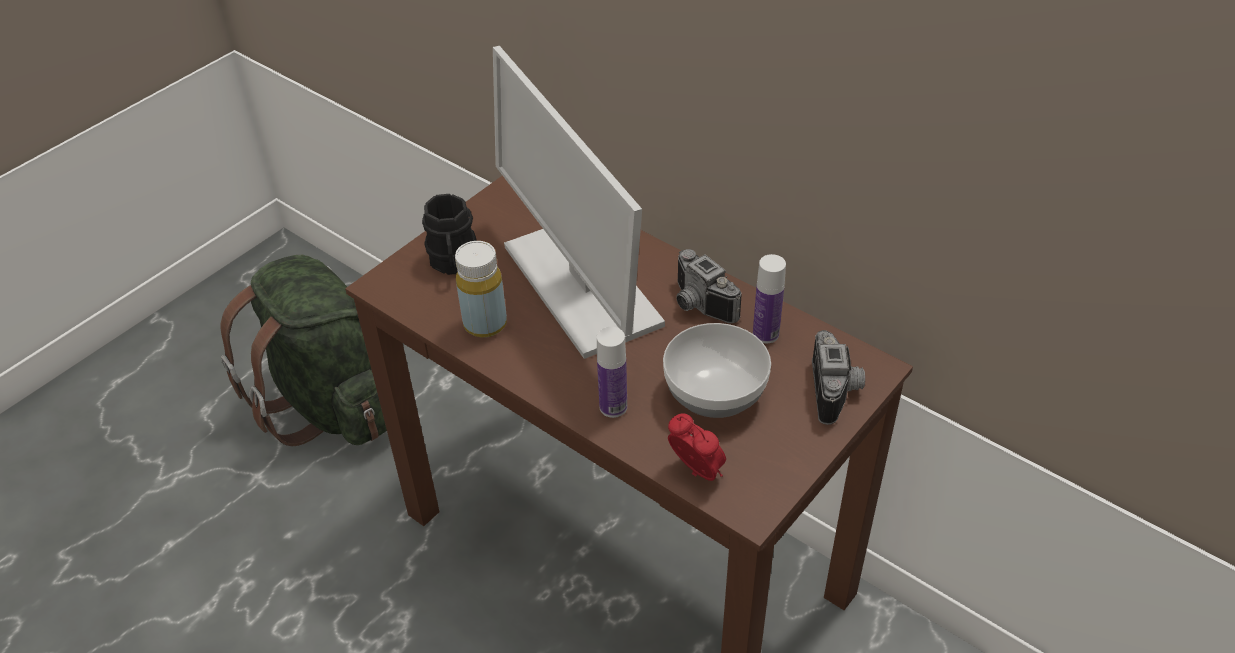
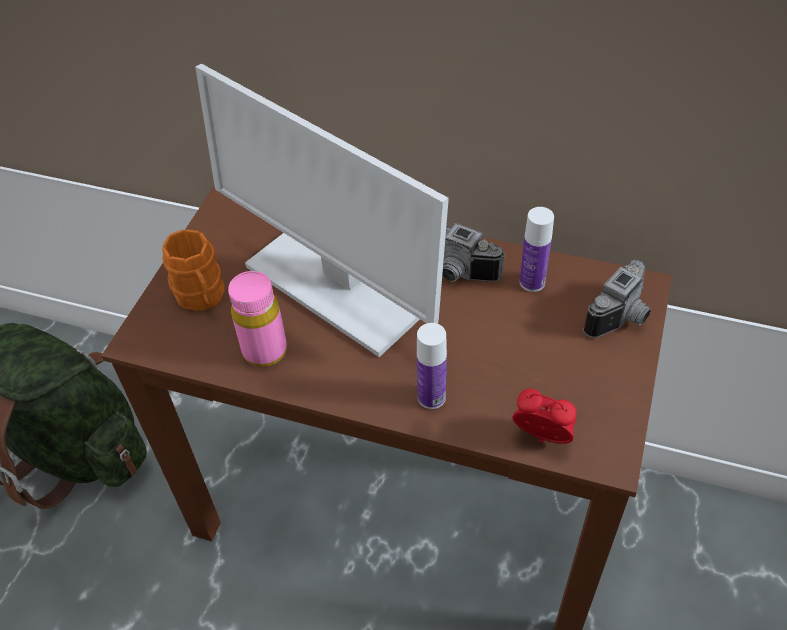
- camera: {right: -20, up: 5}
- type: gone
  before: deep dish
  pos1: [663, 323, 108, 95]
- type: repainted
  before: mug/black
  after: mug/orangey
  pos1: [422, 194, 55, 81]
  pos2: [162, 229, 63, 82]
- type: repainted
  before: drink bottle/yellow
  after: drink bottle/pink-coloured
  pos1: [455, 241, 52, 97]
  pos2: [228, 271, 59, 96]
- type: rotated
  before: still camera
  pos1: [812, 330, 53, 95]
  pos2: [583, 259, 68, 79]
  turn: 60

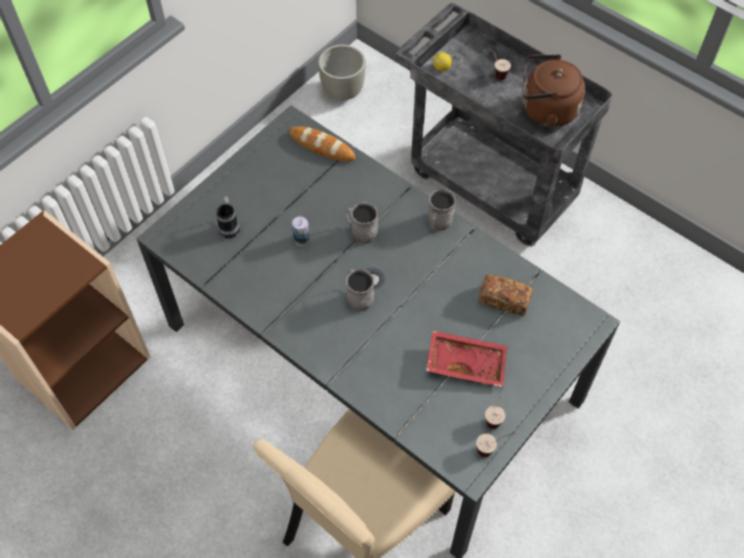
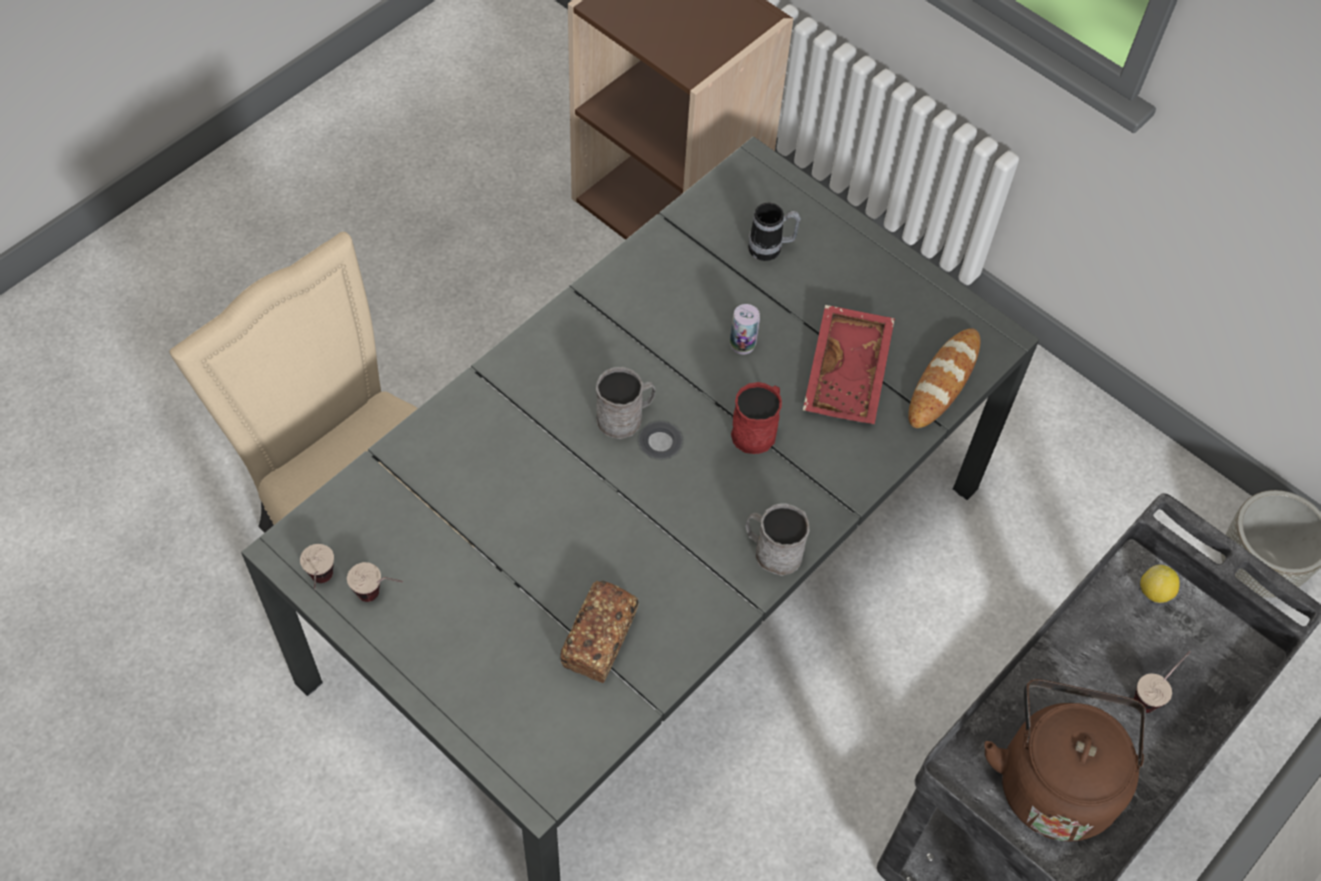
- camera: {right: 90, up: 0}
- type: shifted
  before: carrying tray/red-coloured
  pos1: [426, 331, 82, 56]
  pos2: [803, 305, 92, 119]
- type: repainted
  before: mug/grey
  after: mug/red-coloured
  pos1: [345, 202, 33, 42]
  pos2: [731, 382, 51, 72]

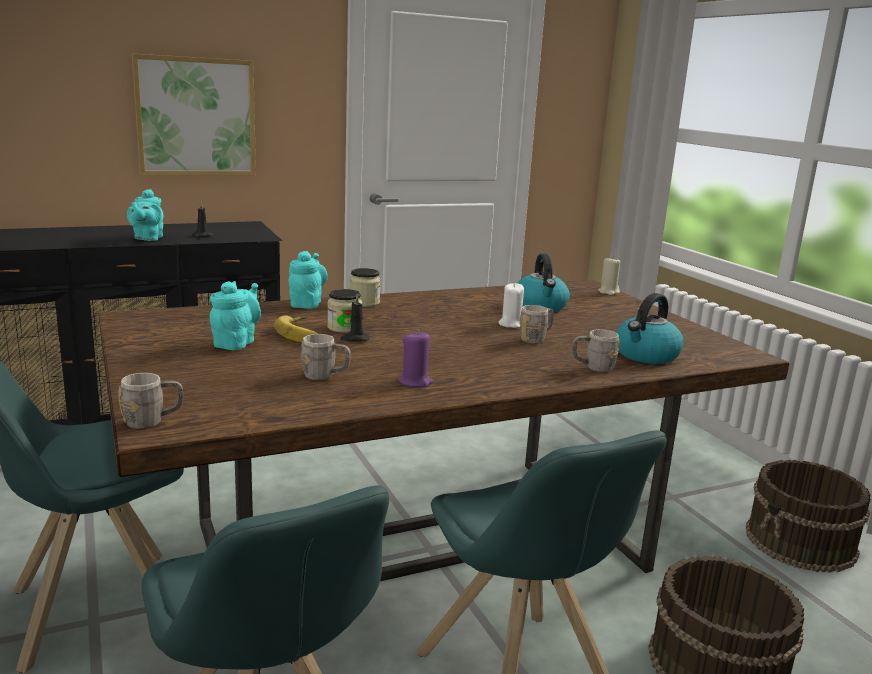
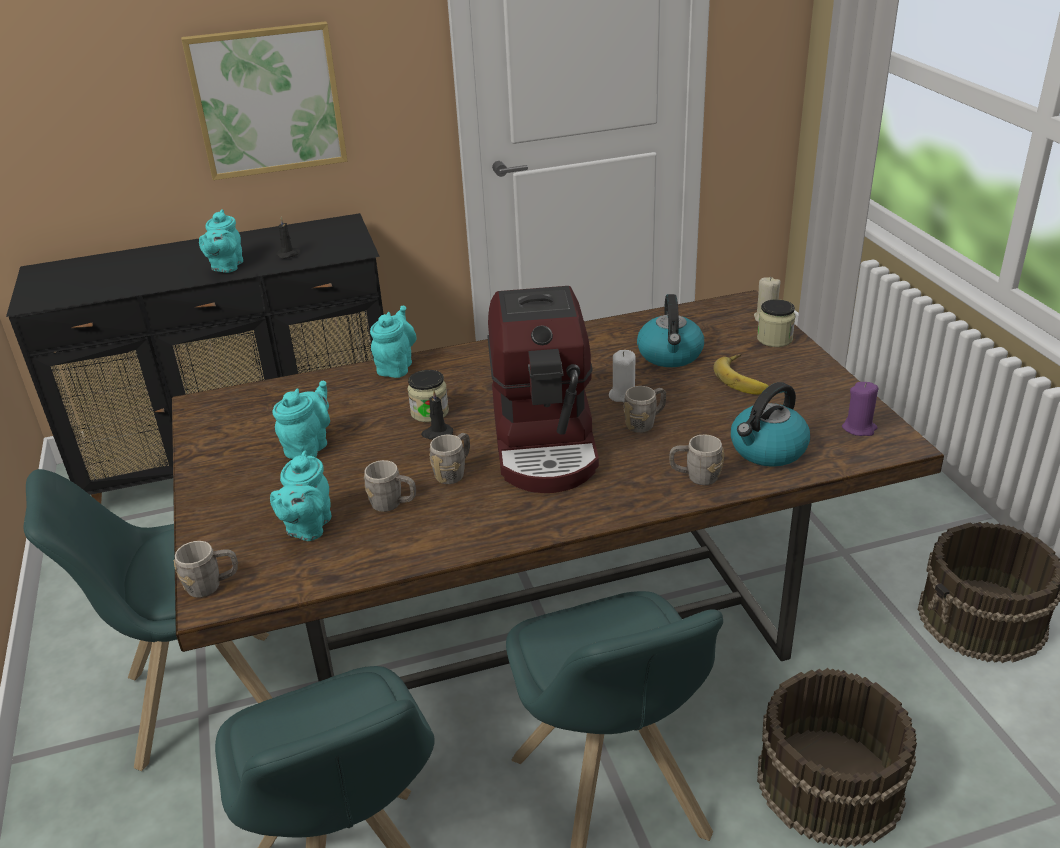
- camera: {right: 10, up: 15}
- type: new
  after: teapot/blue-green
  pos2: [270, 451, 62, 90]
- type: new
  after: mug/grey
  pos2: [430, 433, 40, 51]
- type: new
  after: coffee brewer
  pos2: [487, 286, 112, 207]
- type: shifted
  before: whole banana
  pos1: [274, 315, 44, 27]
  pos2: [714, 354, 55, 41]
- type: shifted
  before: preserve jar
  pos1: [350, 268, 31, 39]
  pos2: [757, 299, 38, 48]
- type: shifted
  before: wax light/purplish
  pos1: [398, 330, 35, 57]
  pos2: [842, 382, 36, 54]

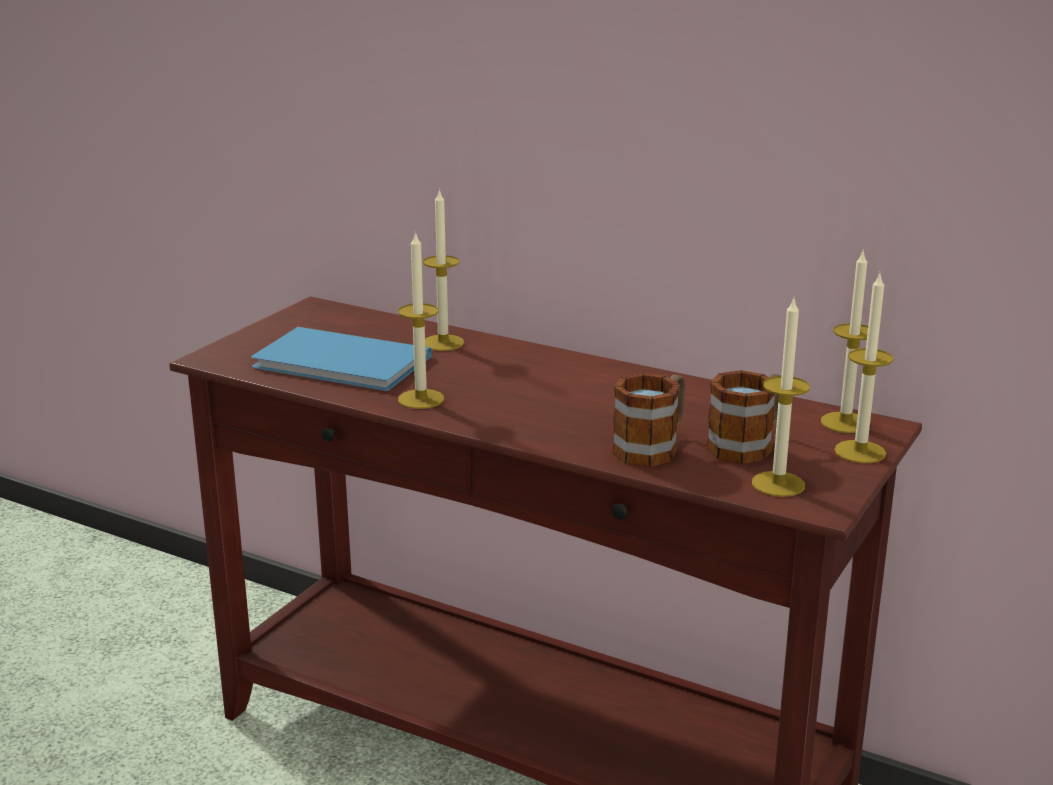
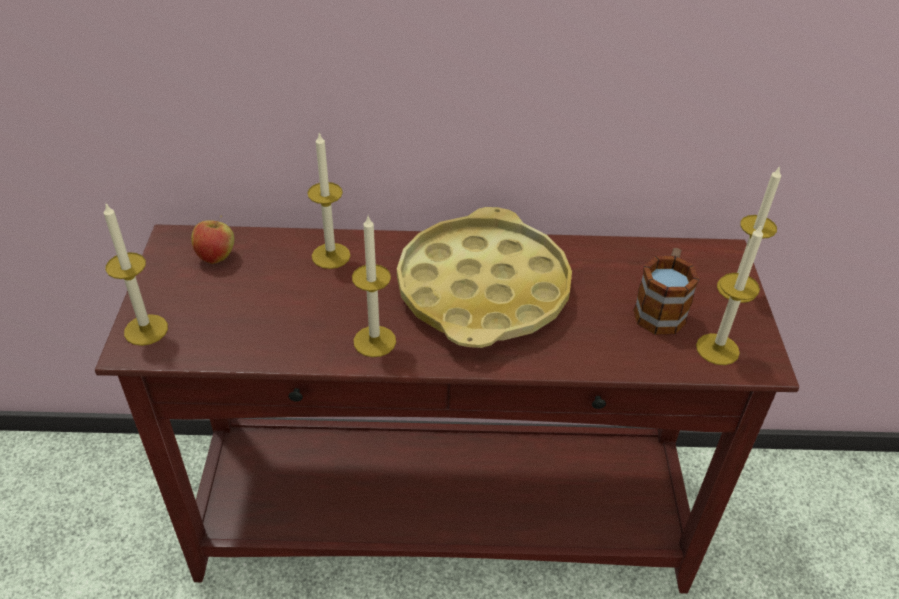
- camera: {right: -30, up: 20}
- type: gone
  before: volume/blue
  pos1: [251, 327, 181, 64]
- type: gone
  before: mug
  pos1: [612, 373, 73, 94]
- type: new
  after: whole apple
  pos2: [191, 216, 43, 48]
- type: new
  after: carrying tray/yellow
  pos2: [397, 207, 175, 141]
- type: shifted
  before: wax light
  pos1: [821, 249, 47, 184]
  pos2: [104, 204, 64, 142]

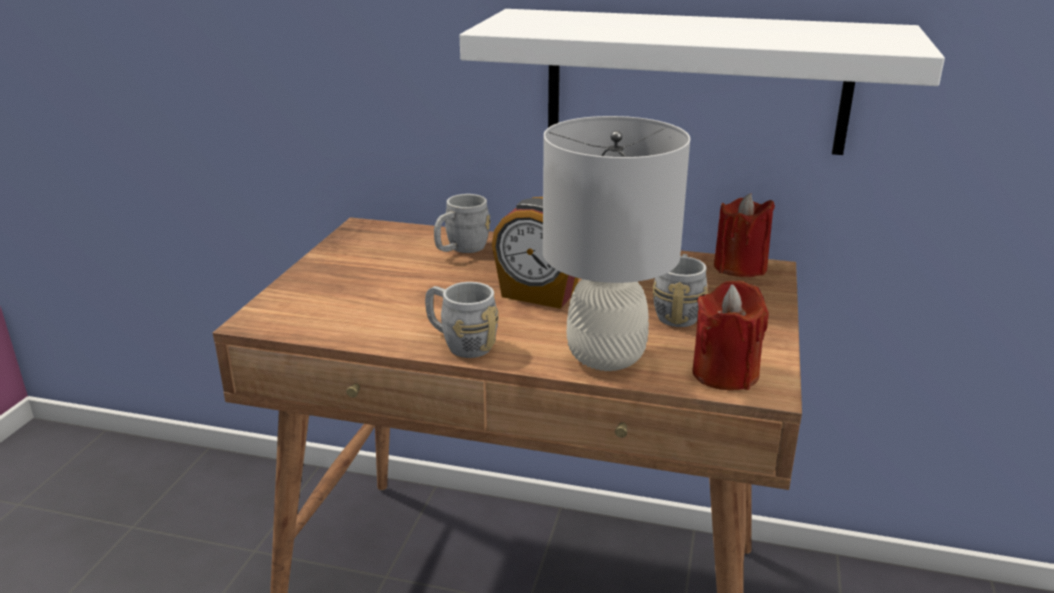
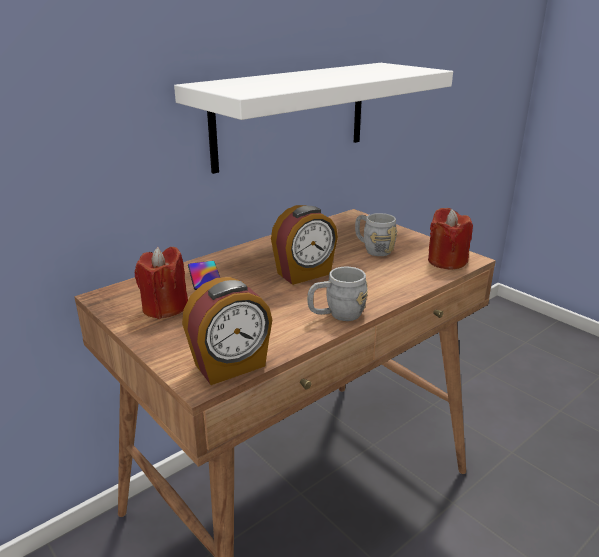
- camera: {right: -55, up: 0}
- type: gone
  before: table lamp/grey
  pos1: [543, 116, 147, 255]
- type: new
  after: alarm clock
  pos2: [182, 277, 90, 108]
- type: shifted
  before: wax light/red-coloured
  pos1: [714, 193, 61, 84]
  pos2: [135, 247, 53, 72]
- type: swapped
  before: mug/grey
  after: telephone
  pos1: [434, 194, 56, 59]
  pos2: [188, 261, 32, 29]

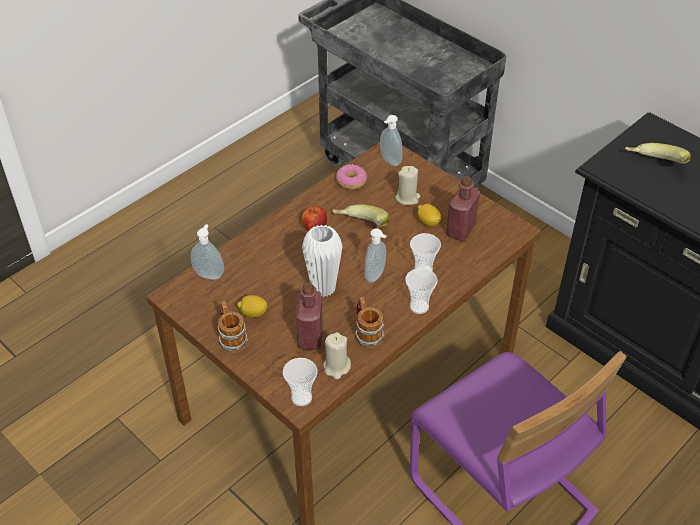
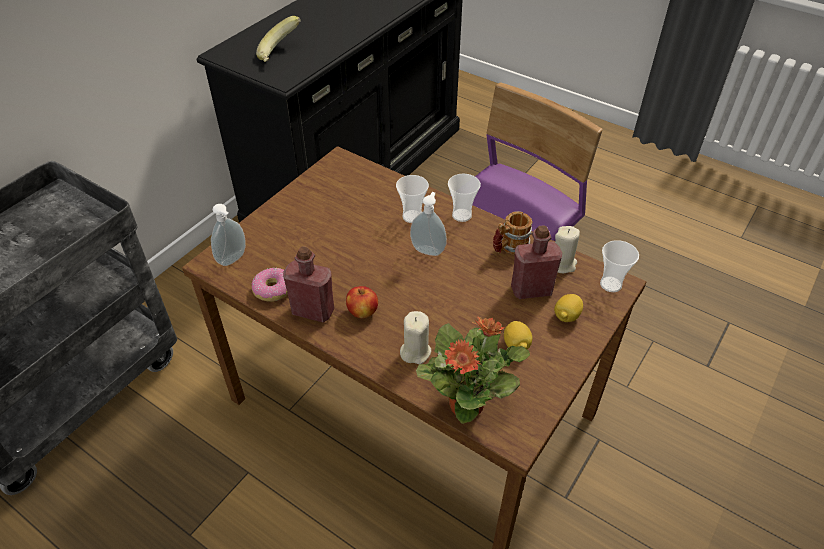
- camera: {right: -100, up: 0}
- type: gone
  before: mug
  pos1: [217, 301, 31, 52]
- type: gone
  before: flower vase/white
  pos1: [302, 225, 41, 72]
- type: gone
  before: whole banana
  pos1: [332, 204, 57, 23]
- type: shifted
  before: wax light/beige-coloured
  pos1: [395, 166, 25, 39]
  pos2: [400, 311, 31, 53]
- type: shifted
  before: citrus fruit
  pos1: [417, 204, 24, 22]
  pos2: [554, 294, 29, 28]
- type: shifted
  before: drink bottle/red-coloured
  pos1: [446, 176, 34, 65]
  pos2: [283, 246, 51, 77]
- type: swapped
  before: soap bottle
  after: houseplant
  pos1: [191, 224, 33, 56]
  pos2: [416, 317, 114, 107]

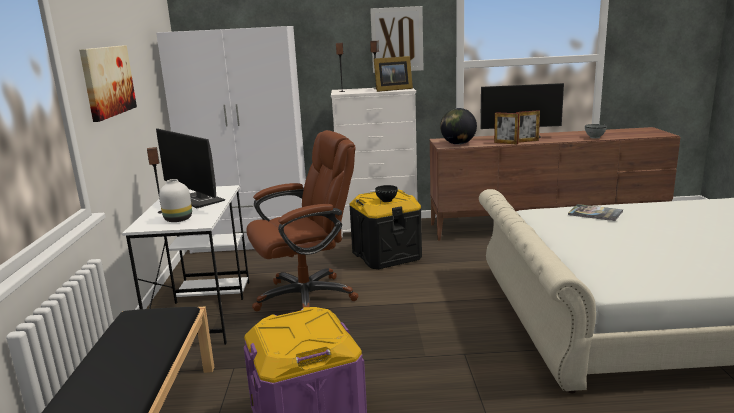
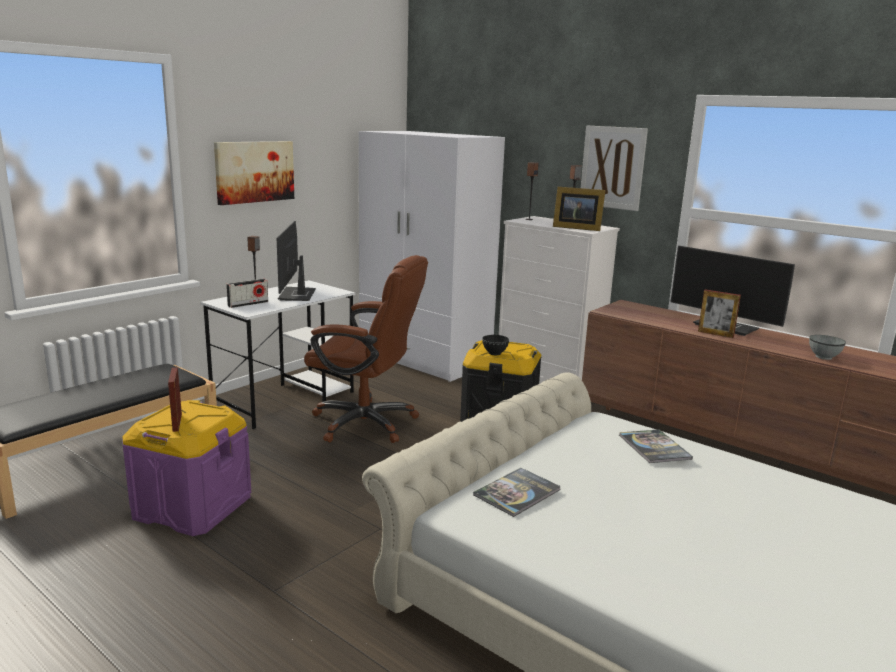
- camera: {right: 40, up: 0}
- type: gone
  before: desk globe
  pos1: [440, 108, 37, 37]
- type: new
  after: volume
  pos2: [473, 468, 88, 49]
- type: shifted
  before: standing frame
  pos1: [494, 112, 25, 33]
  pos2: [168, 367, 14, 65]
- type: swapped
  before: flower vase/white
  after: radio receiver
  pos1: [159, 179, 33, 43]
  pos2: [226, 279, 42, 29]

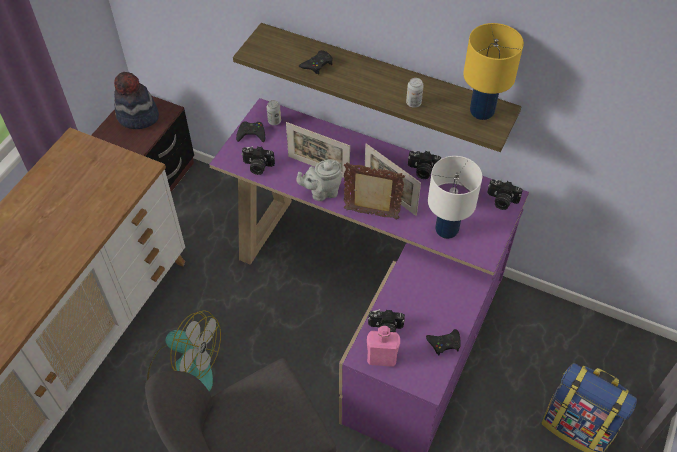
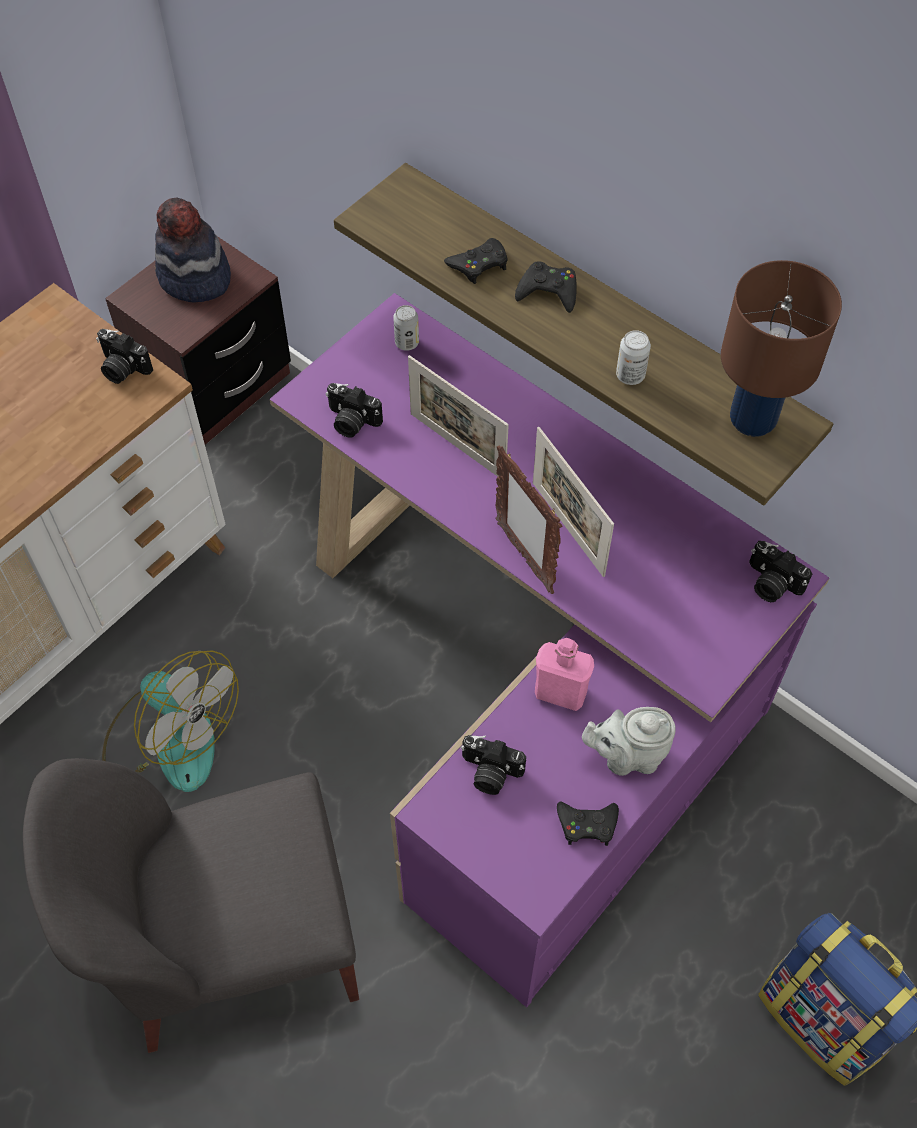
- camera: {right: 15, up: 5}
- type: gone
  before: table lamp/white
  pos1: [428, 156, 54, 83]
- type: shifted
  before: gamepad/black
  pos1: [236, 121, 29, 21]
  pos2: [515, 262, 62, 51]
- type: shifted
  before: teapot/grey
  pos1: [296, 159, 46, 42]
  pos2: [582, 707, 94, 69]
- type: shifted
  before: drink bottle/pink-coloured
  pos1: [367, 326, 33, 41]
  pos2: [535, 638, 59, 73]
- type: shifted
  before: still camera
  pos1: [408, 150, 33, 29]
  pos2: [96, 329, 57, 55]
- type: repainted
  before: table lamp/yellow
  after: table lamp/brown
  pos1: [463, 23, 61, 97]
  pos2: [721, 260, 121, 177]
- type: rotated
  before: standing frame
  pos1: [344, 162, 61, 58]
  pos2: [495, 445, 67, 149]
  turn: -150

